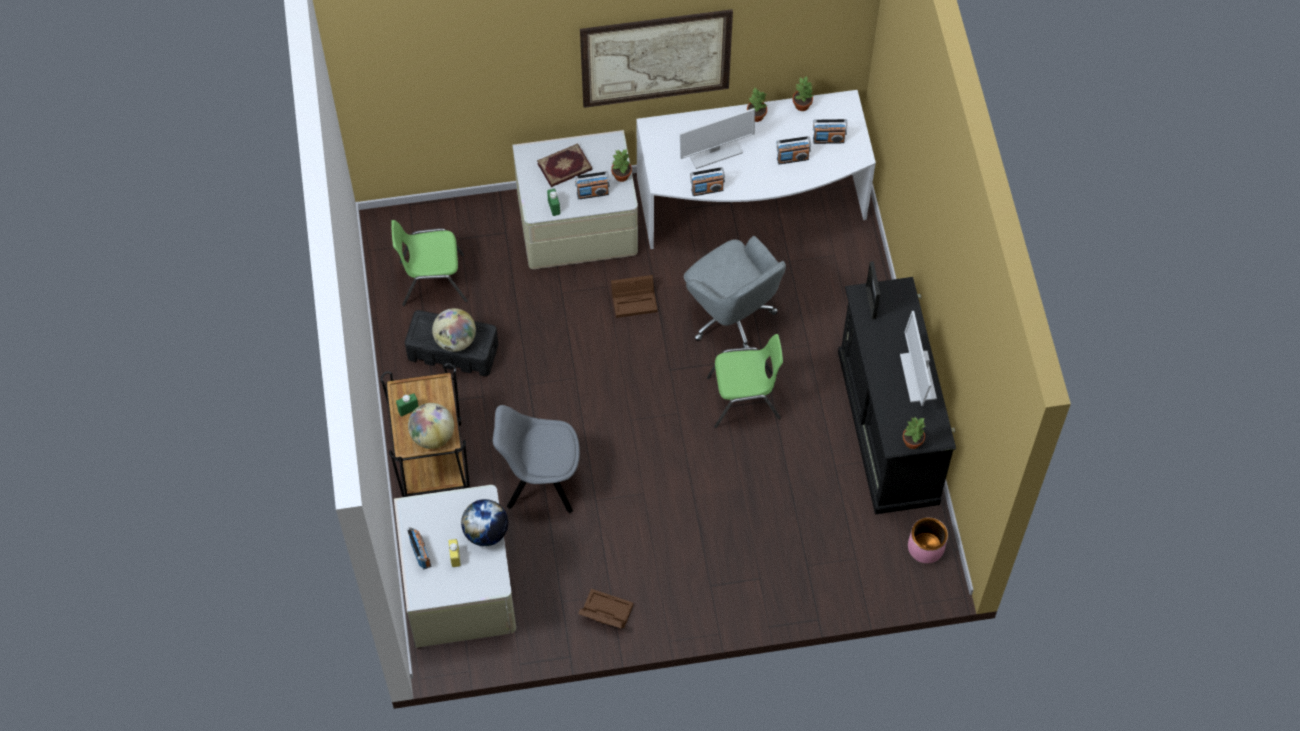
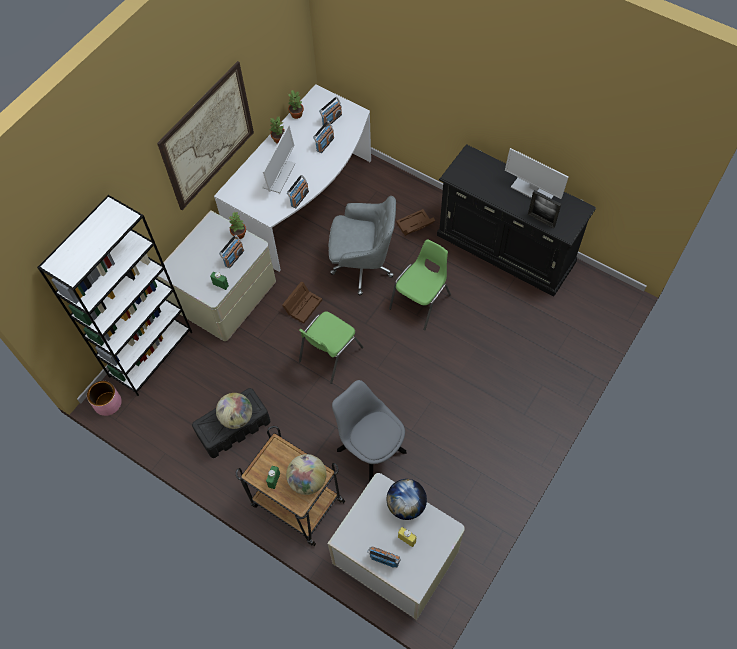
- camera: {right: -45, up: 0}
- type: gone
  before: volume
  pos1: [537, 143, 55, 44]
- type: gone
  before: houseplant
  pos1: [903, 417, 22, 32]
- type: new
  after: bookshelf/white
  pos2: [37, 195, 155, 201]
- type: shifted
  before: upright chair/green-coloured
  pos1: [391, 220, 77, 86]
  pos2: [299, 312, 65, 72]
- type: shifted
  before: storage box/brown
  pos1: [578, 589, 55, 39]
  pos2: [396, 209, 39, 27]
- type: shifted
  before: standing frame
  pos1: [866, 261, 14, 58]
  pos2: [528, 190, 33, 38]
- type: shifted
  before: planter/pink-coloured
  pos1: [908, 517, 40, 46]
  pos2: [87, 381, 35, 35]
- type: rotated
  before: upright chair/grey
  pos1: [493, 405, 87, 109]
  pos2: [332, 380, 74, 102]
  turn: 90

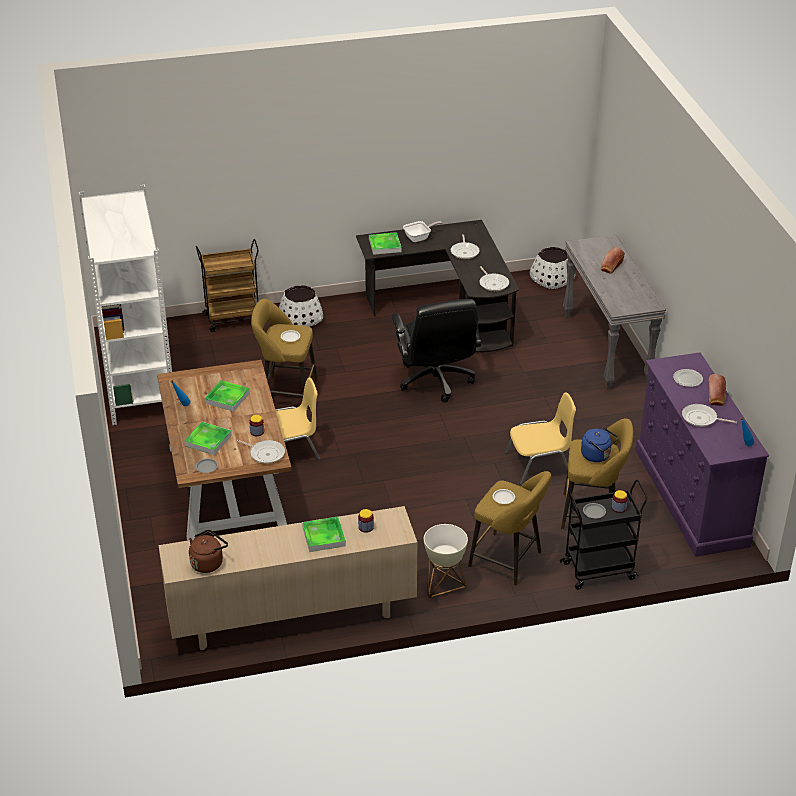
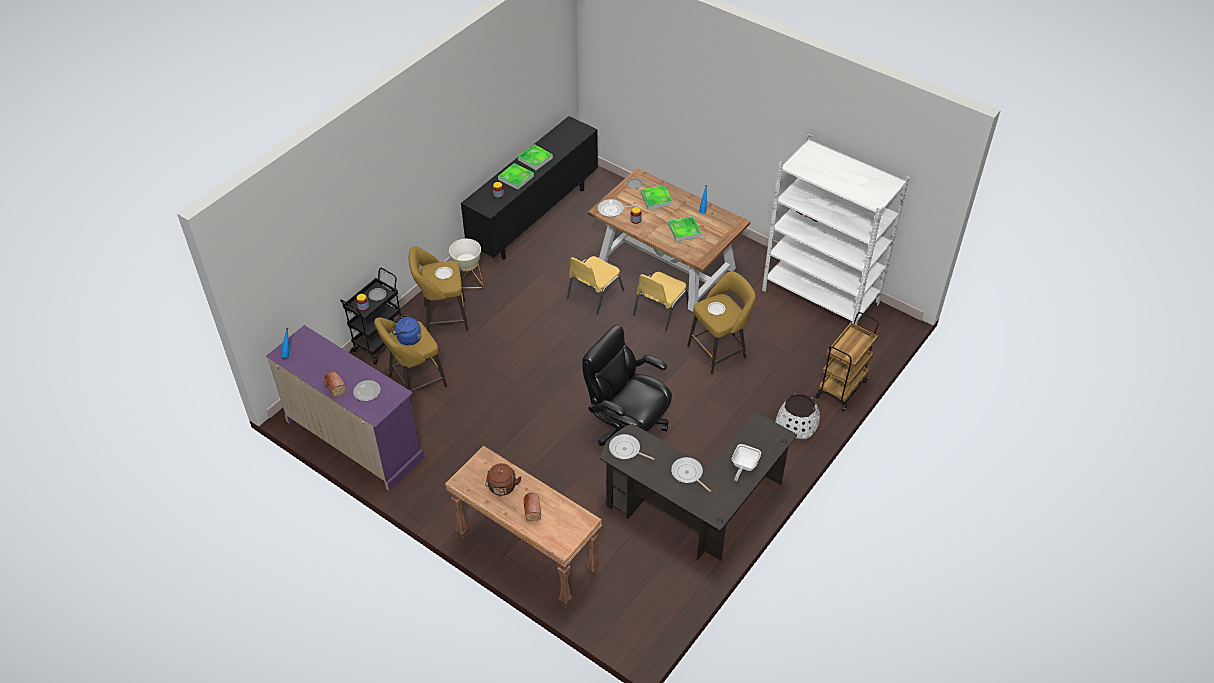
- camera: {right: 140, up: 10}
- type: gone
  before: planter/white
  pos1: [530, 247, 45, 42]
- type: gone
  before: skillet
  pos1: [682, 404, 55, 23]
- type: shifted
  before: kettle/brown
  pos1: [189, 530, 39, 43]
  pos2: [485, 463, 37, 33]
- type: shifted
  before: carrying tray
  pos1: [369, 232, 32, 23]
  pos2: [518, 144, 35, 26]
- type: shifted
  before: upright chair/yellow
  pos1: [505, 392, 71, 93]
  pos2: [567, 256, 57, 58]
- type: repainted
  before: cupboard/beige-coloured
  after: cupboard/black
  pos1: [159, 506, 258, 144]
  pos2: [461, 116, 137, 144]
- type: repainted
  before: console table/grey
  after: console table/brown
  pos1: [563, 235, 103, 155]
  pos2: [445, 446, 157, 162]

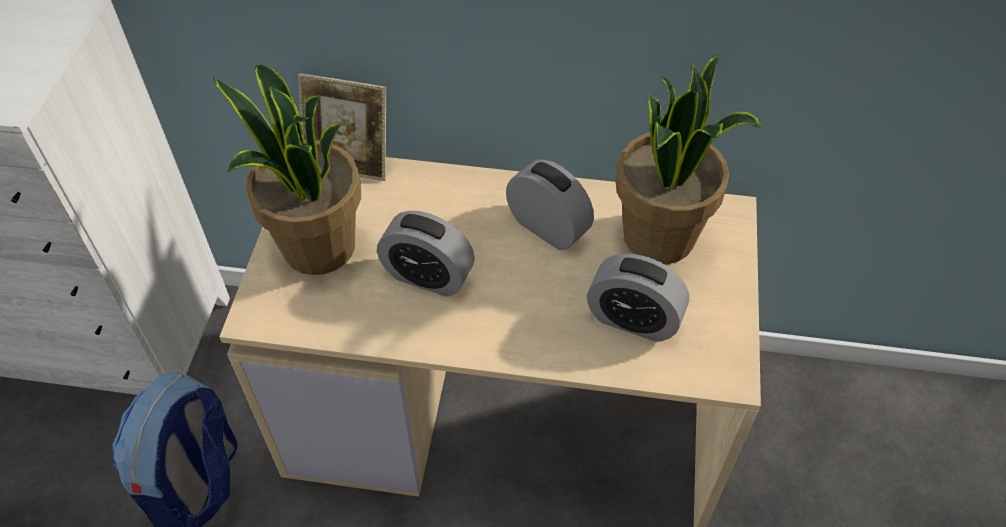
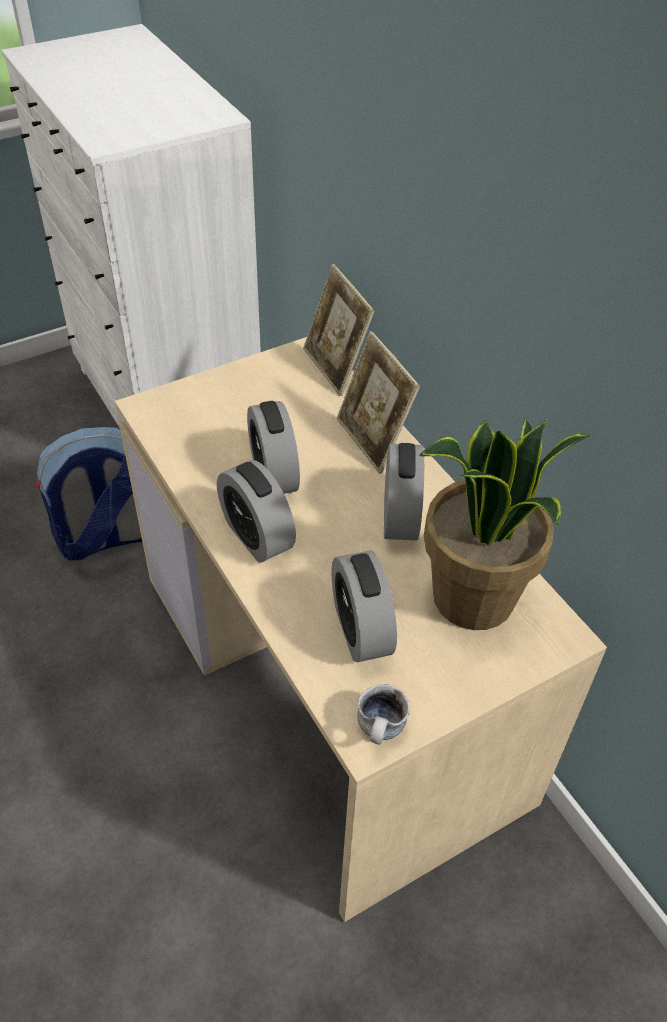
- camera: {right: 50, up: -5}
- type: gone
  before: houseplant
  pos1: [213, 65, 148, 210]
- type: new
  after: alarm clock
  pos2: [217, 460, 79, 103]
- type: new
  after: standing frame
  pos2: [337, 331, 83, 143]
- type: new
  after: mug
  pos2: [357, 684, 53, 61]

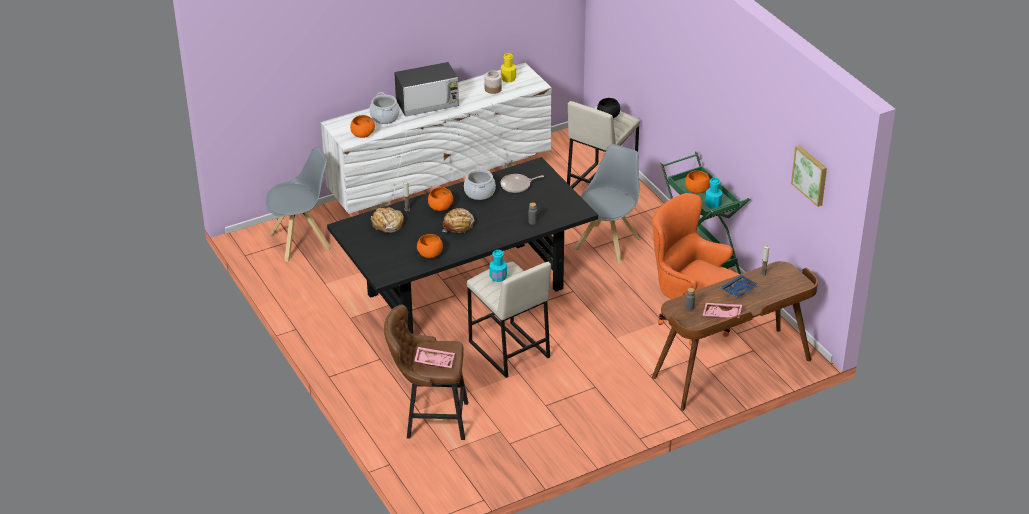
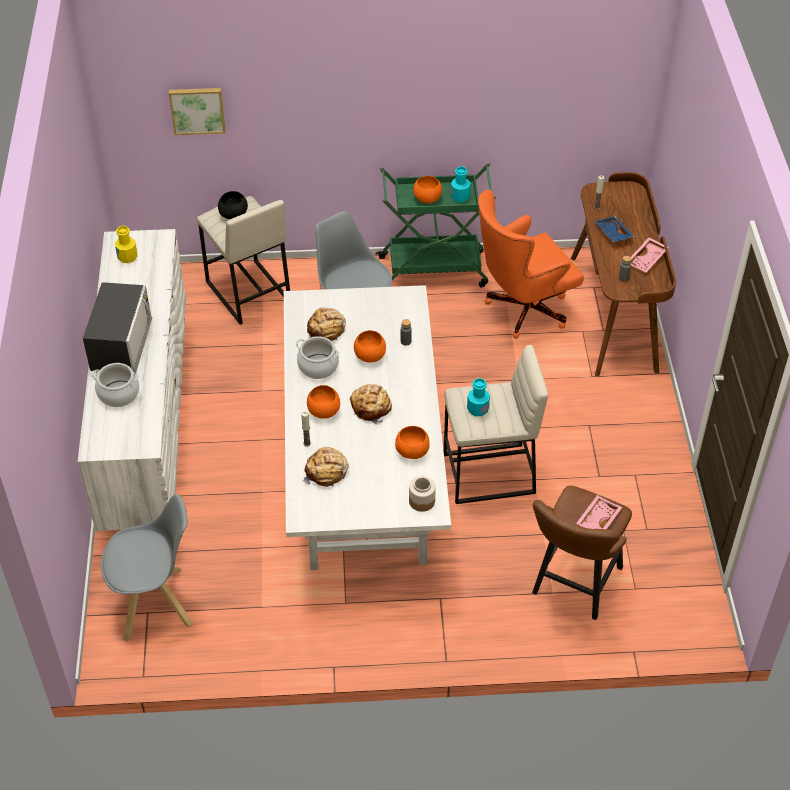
- camera: {right: -65, up: 10}
- type: shifted
  before: deep dish/orangey
  pos1: [350, 115, 25, 23]
  pos2: [354, 330, 32, 33]
- type: shifted
  before: preserve jar
  pos1: [484, 70, 18, 24]
  pos2: [409, 476, 27, 36]
- type: shifted
  before: wall art
  pos1: [791, 145, 36, 62]
  pos2: [169, 88, 56, 47]
- type: swapped
  before: skillet
  after: baked bread
  pos1: [500, 174, 44, 19]
  pos2: [307, 308, 39, 33]
- type: repainted
  before: dining table/black
  after: dining table/white
  pos1: [327, 157, 271, 177]
  pos2: [284, 285, 167, 285]
- type: rotated
  before: upright chair/grey
  pos1: [266, 147, 65, 115]
  pos2: [101, 494, 92, 148]
  turn: 75

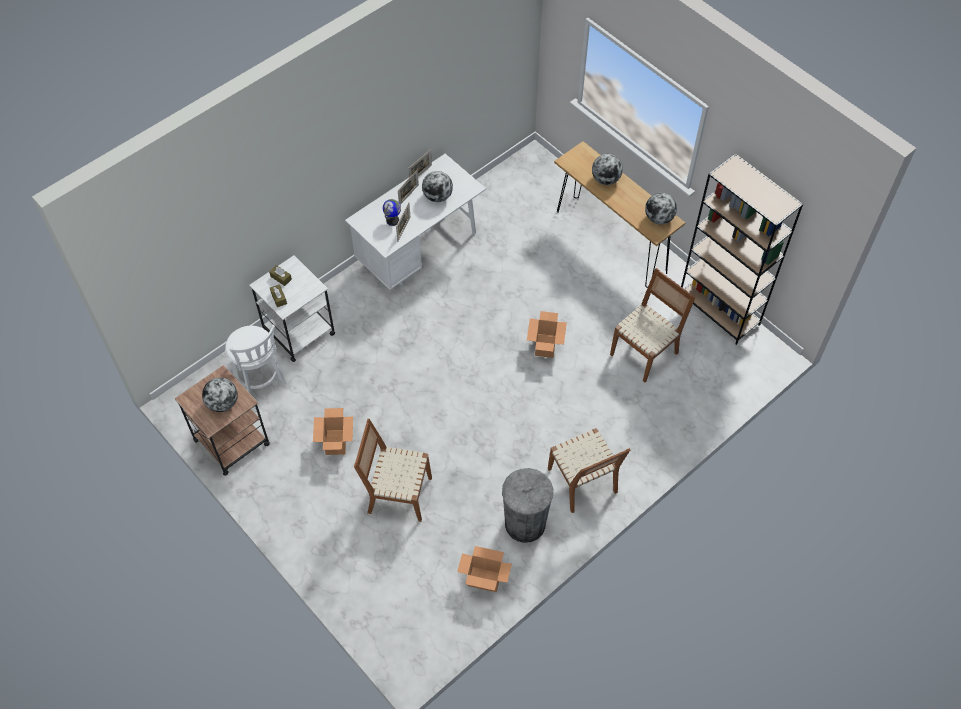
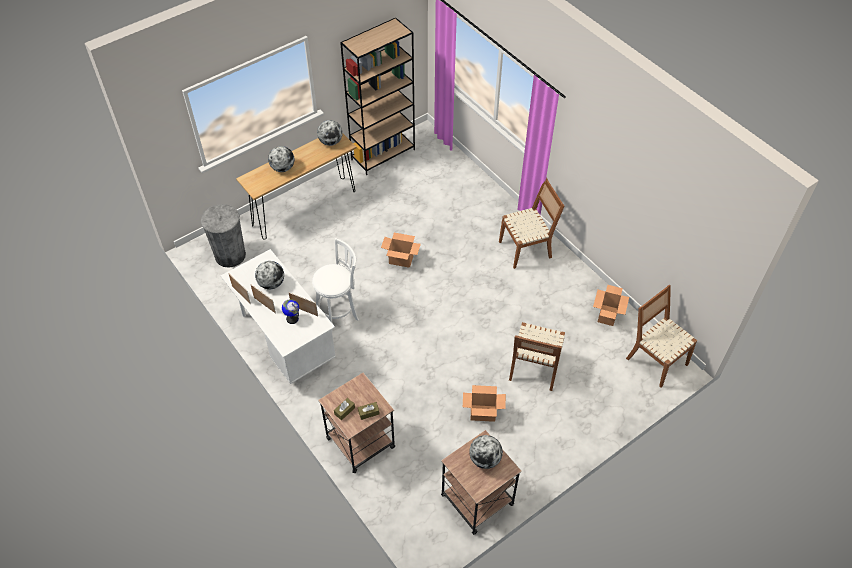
- camera: {right: -85, up: -5}
- type: shifted
  before: stool/white
  pos1: [225, 325, 62, 70]
  pos2: [312, 238, 47, 92]
- type: shifted
  before: trash can/grey
  pos1: [502, 468, 51, 75]
  pos2: [201, 204, 45, 64]
- type: shifted
  before: upright chair
  pos1: [610, 268, 86, 115]
  pos2: [626, 285, 71, 103]
- type: repainted
  before: cart/white
  after: cart/brown
  pos1: [249, 255, 86, 107]
  pos2: [318, 373, 77, 101]

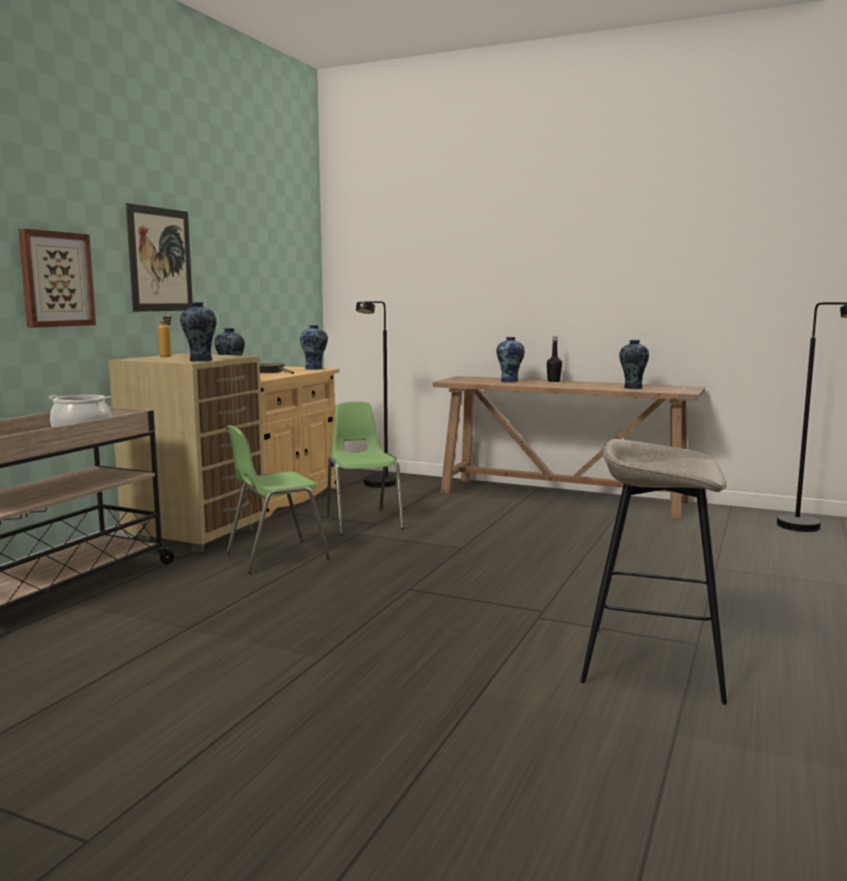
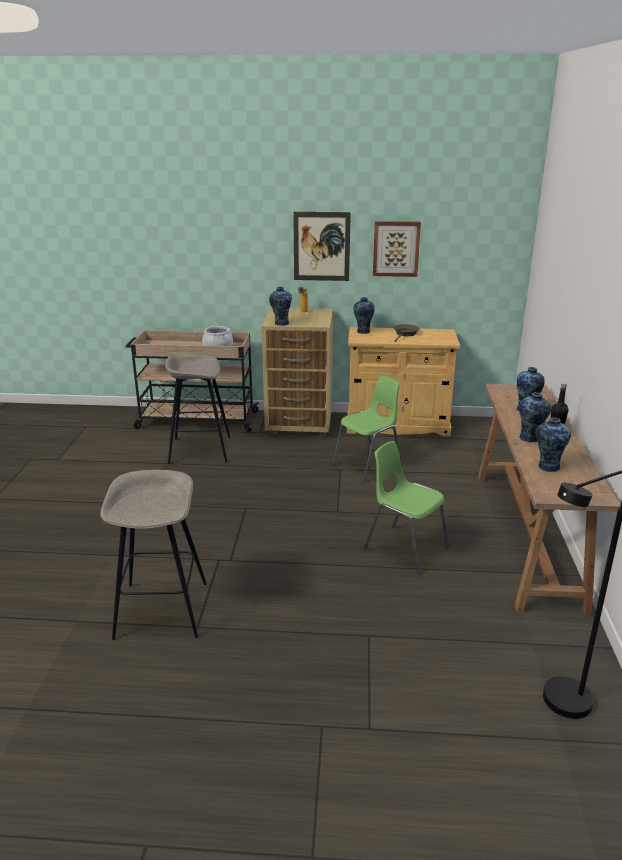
- camera: {right: 70, up: 15}
- type: gone
  before: floor lamp/black
  pos1: [356, 301, 40, 187]
- type: new
  after: stool/grey
  pos2: [165, 353, 65, 111]
- type: shifted
  before: wall art
  pos1: [18, 229, 78, 99]
  pos2: [373, 221, 48, 56]
- type: shifted
  before: upright chair/green-coloured
  pos1: [226, 425, 104, 148]
  pos2: [364, 441, 85, 134]
- type: shifted
  before: flower vase
  pos1: [300, 325, 28, 45]
  pos2: [519, 392, 32, 50]

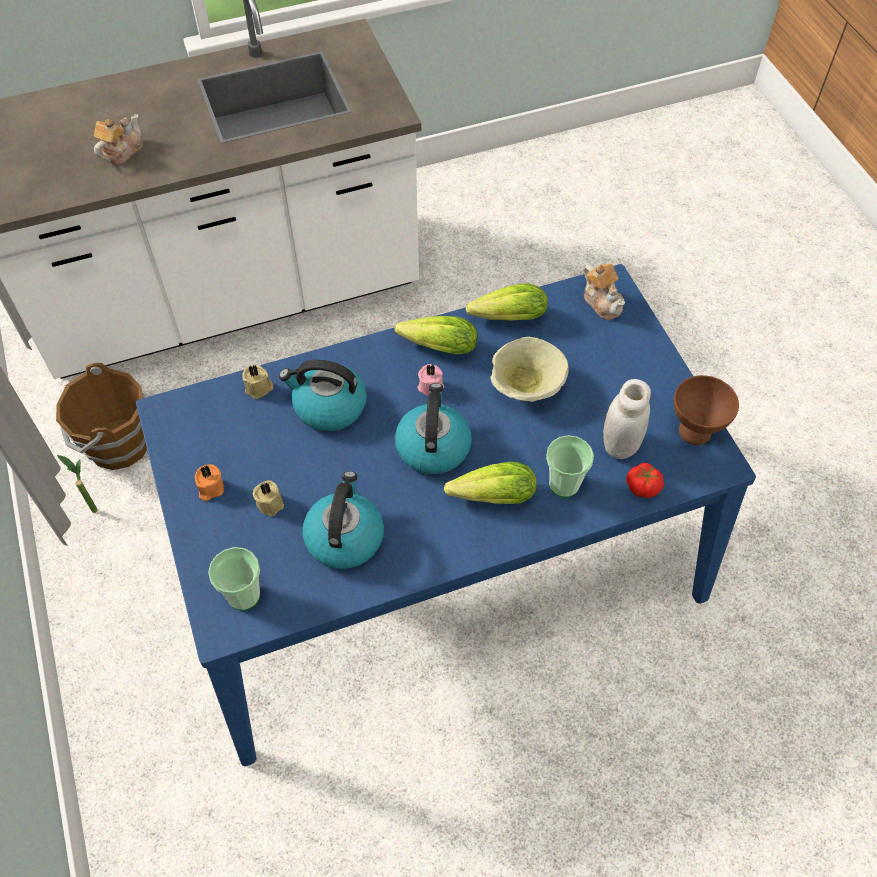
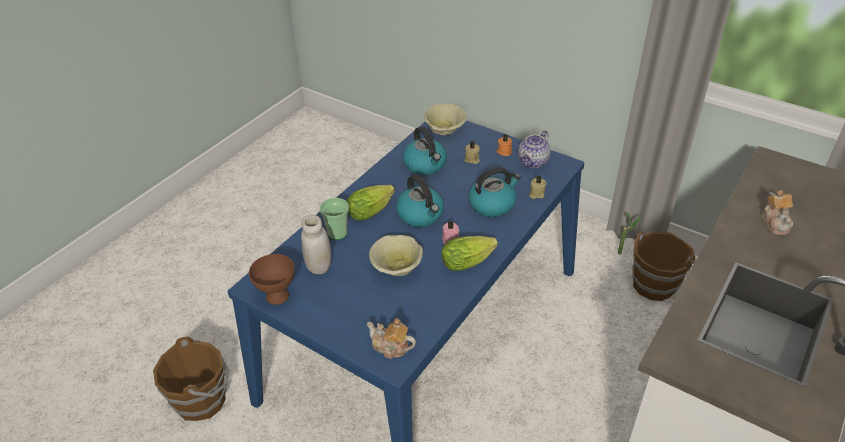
- camera: {right: 145, up: -15}
- type: gone
  before: lettuce head
  pos1: [466, 284, 82, 37]
- type: gone
  before: whole tomato
  pos1: [626, 463, 38, 35]
- type: new
  after: pail/brown
  pos2: [153, 336, 76, 85]
- type: new
  after: teapot
  pos2: [518, 130, 33, 38]
- type: swapped
  before: small cup
  after: deep dish/beige-coloured
  pos1: [208, 547, 52, 64]
  pos2: [424, 104, 43, 31]

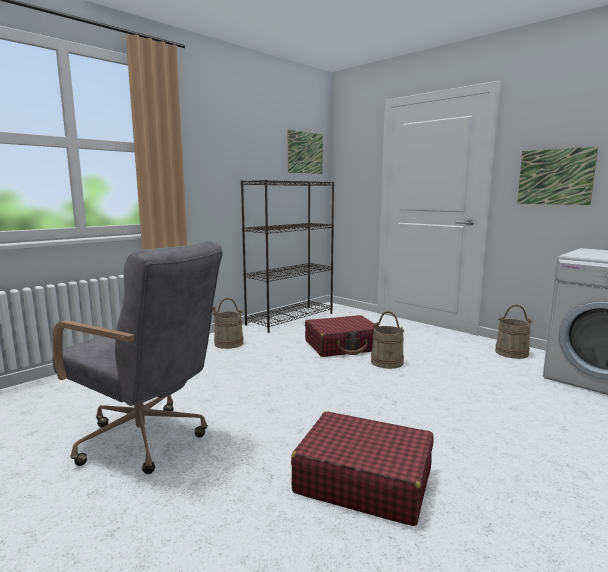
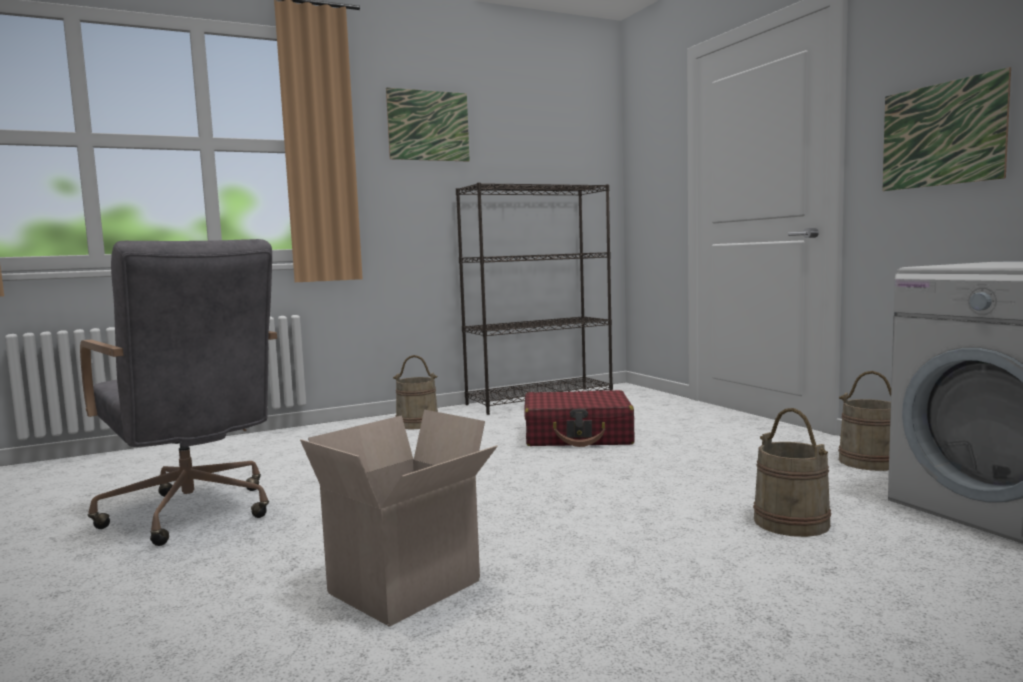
- camera: {right: 20, up: -5}
- type: shifted
  before: wall art
  pos1: [288, 130, 35, 44]
  pos2: [386, 88, 84, 74]
- type: shifted
  before: pail/beige-coloured
  pos1: [371, 311, 34, 58]
  pos2: [753, 408, 78, 129]
- type: swapped
  before: suitcase/red-coloured
  after: packing box
  pos1: [291, 411, 143, 115]
  pos2: [300, 409, 198, 218]

